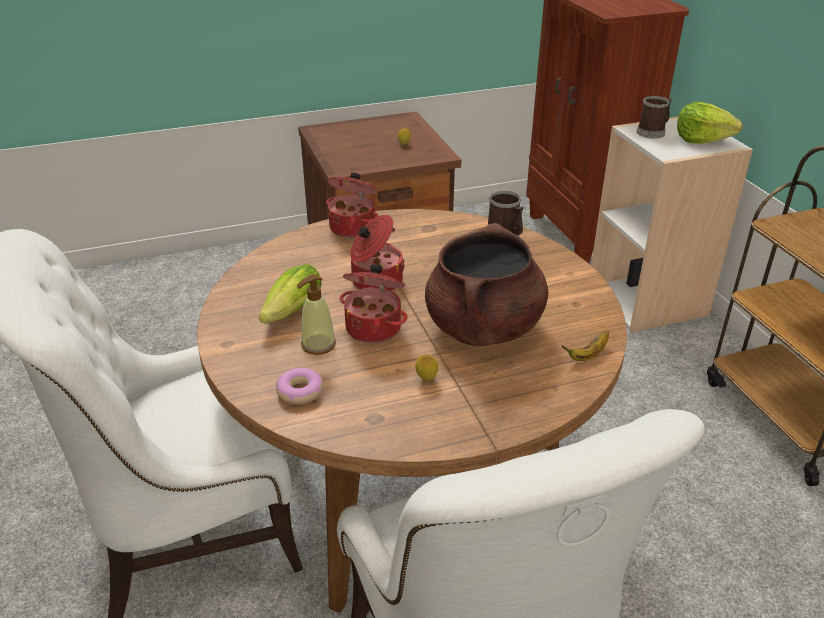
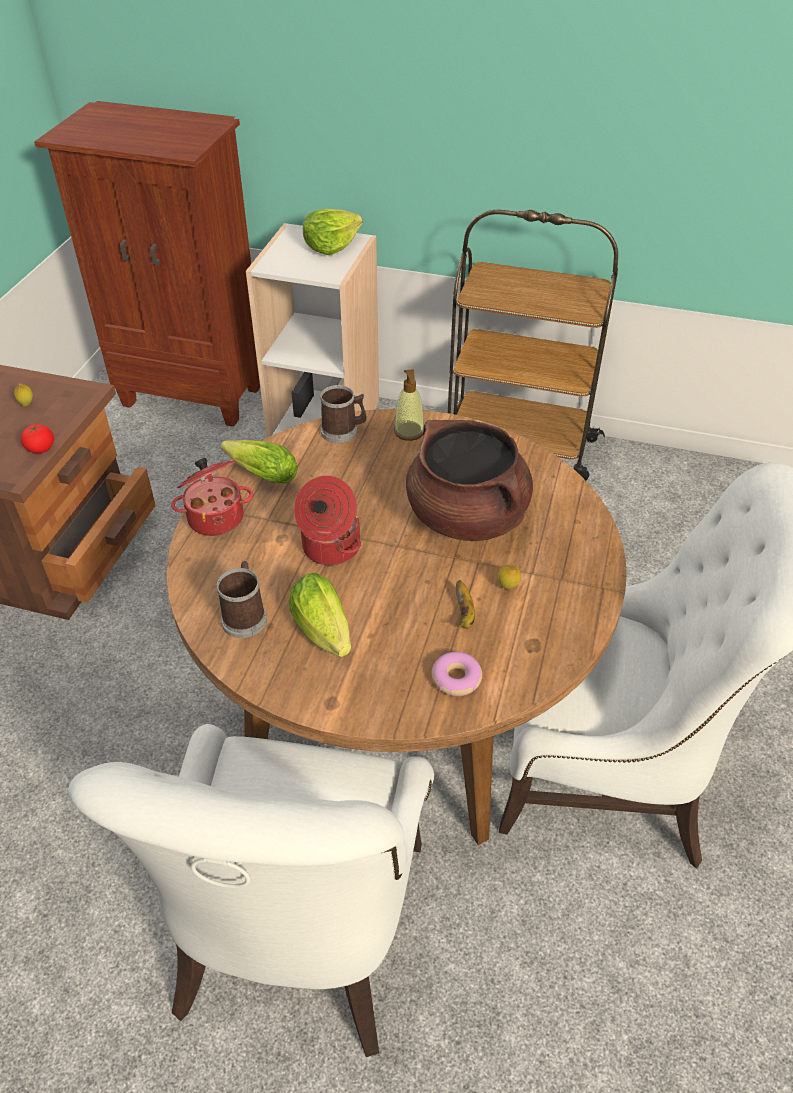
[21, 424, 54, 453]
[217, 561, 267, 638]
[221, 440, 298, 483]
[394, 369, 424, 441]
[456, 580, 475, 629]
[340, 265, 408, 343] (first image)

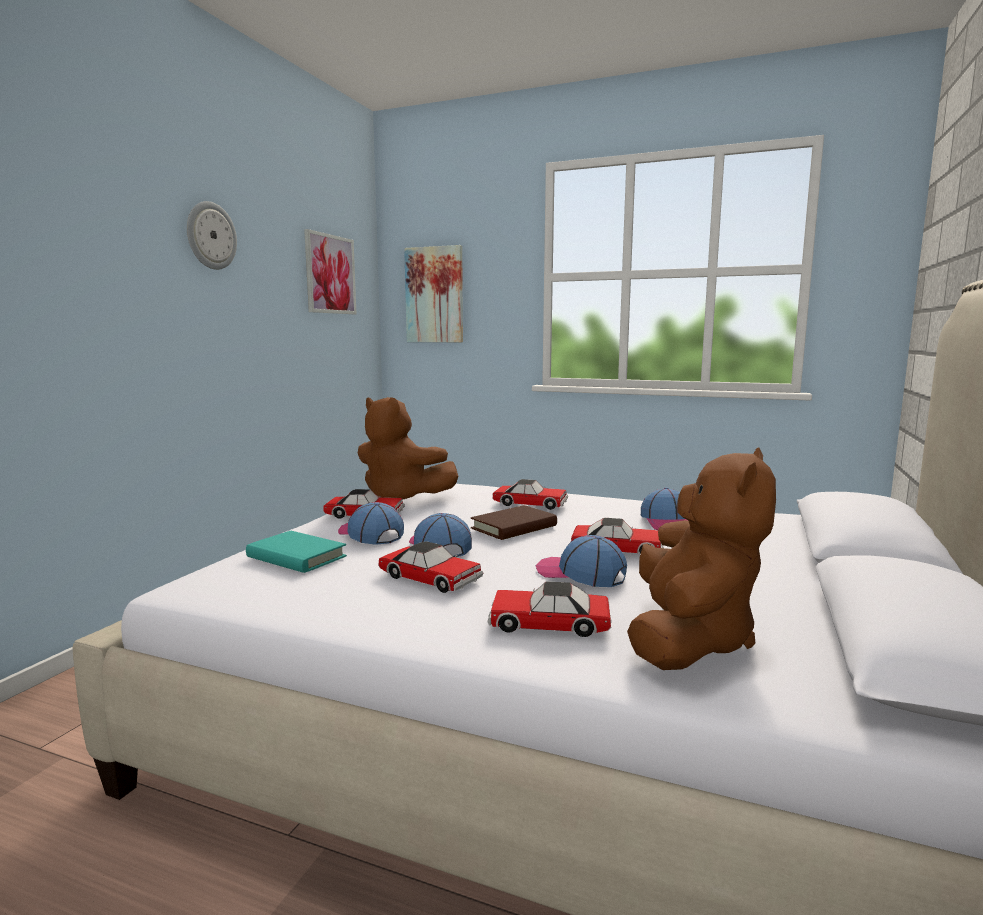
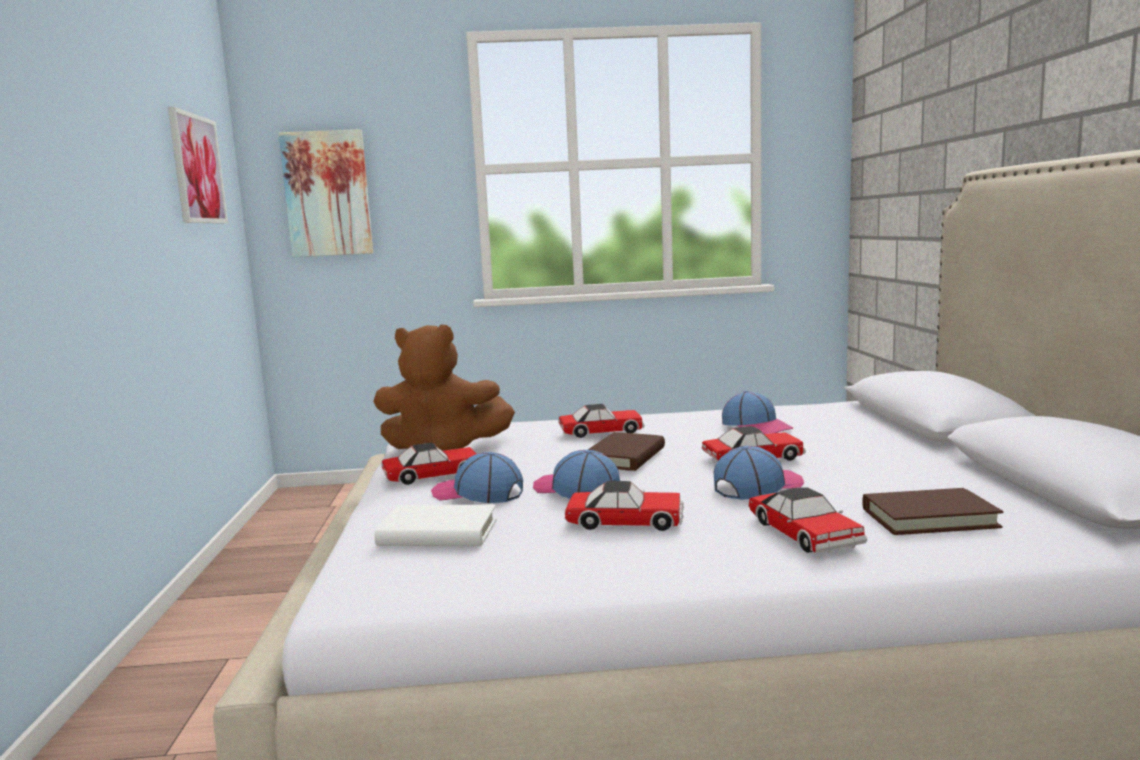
[374, 505, 497, 546]
[713, 446, 804, 500]
[749, 487, 867, 553]
[862, 488, 1003, 535]
[187, 201, 237, 270] (first image)

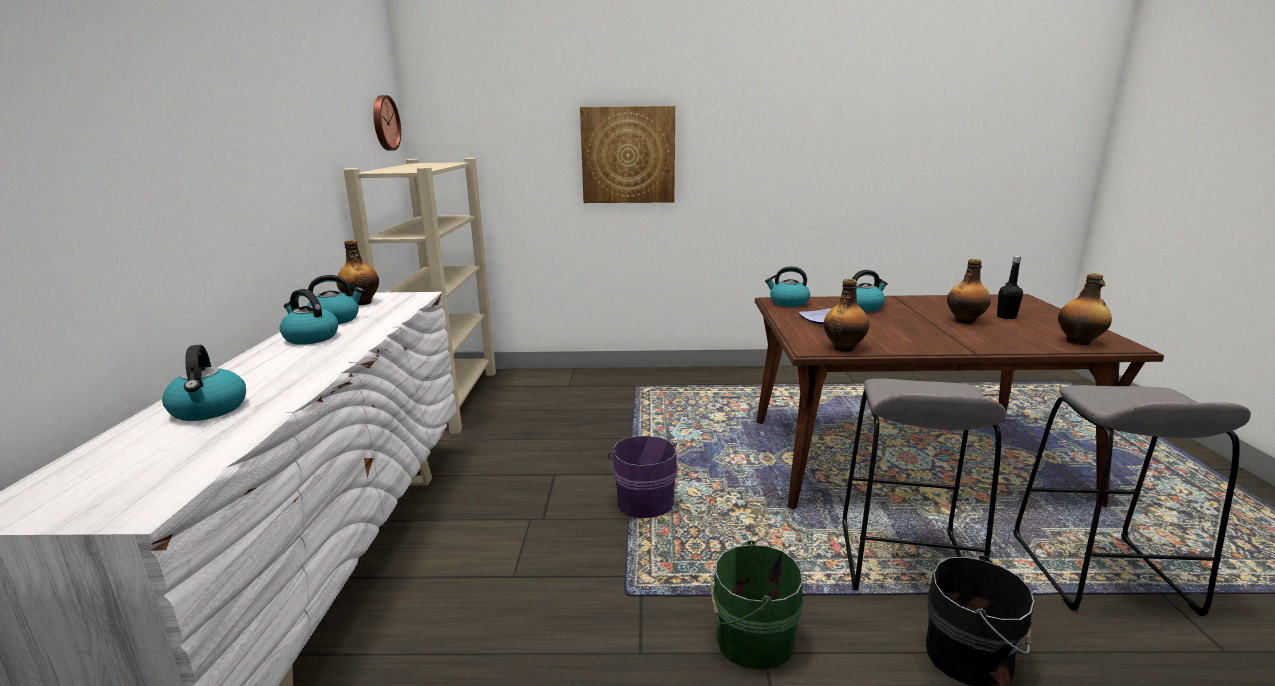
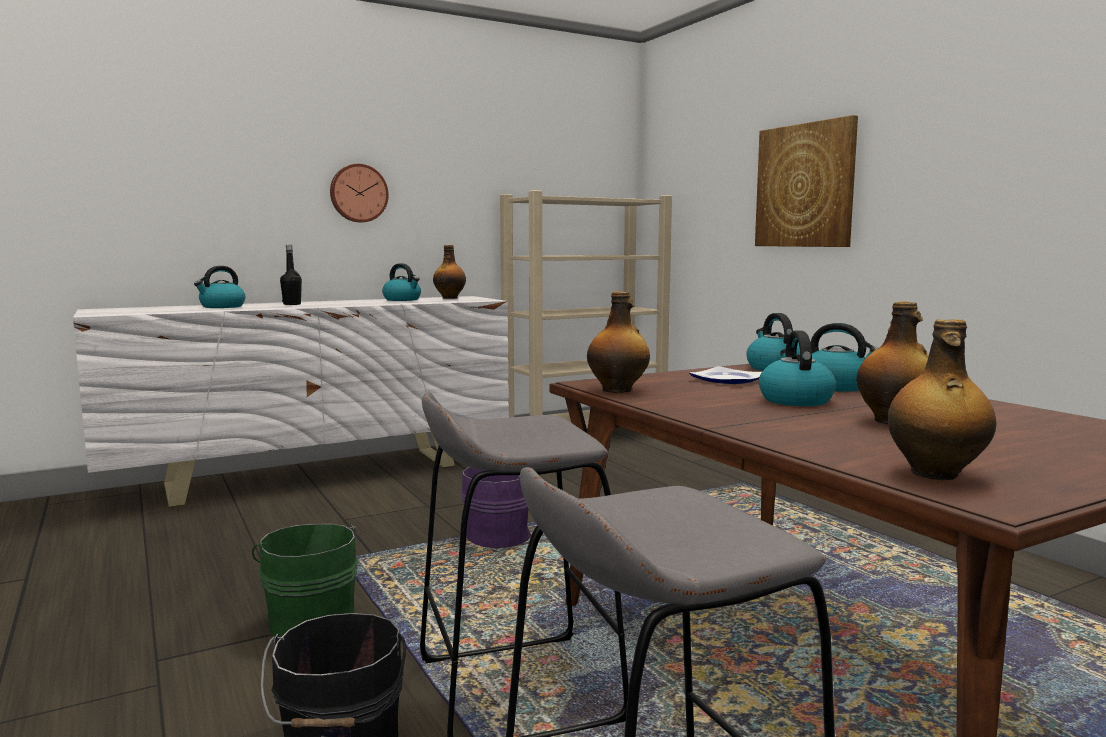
[280, 245, 302, 305]
[330, 164, 389, 222]
[759, 331, 836, 406]

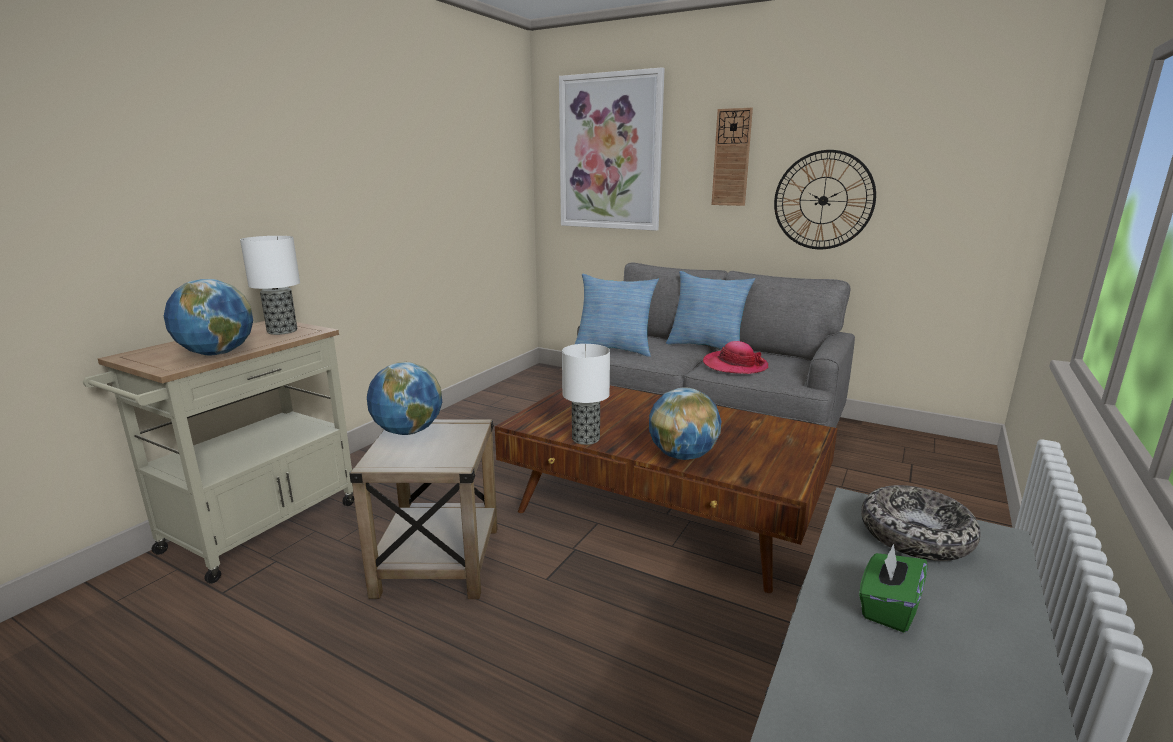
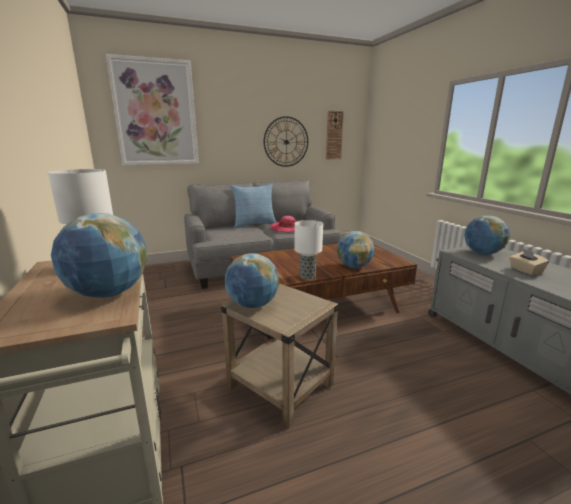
[326, 111, 344, 159]
[464, 215, 510, 255]
[509, 249, 549, 275]
[574, 274, 659, 357] (first image)

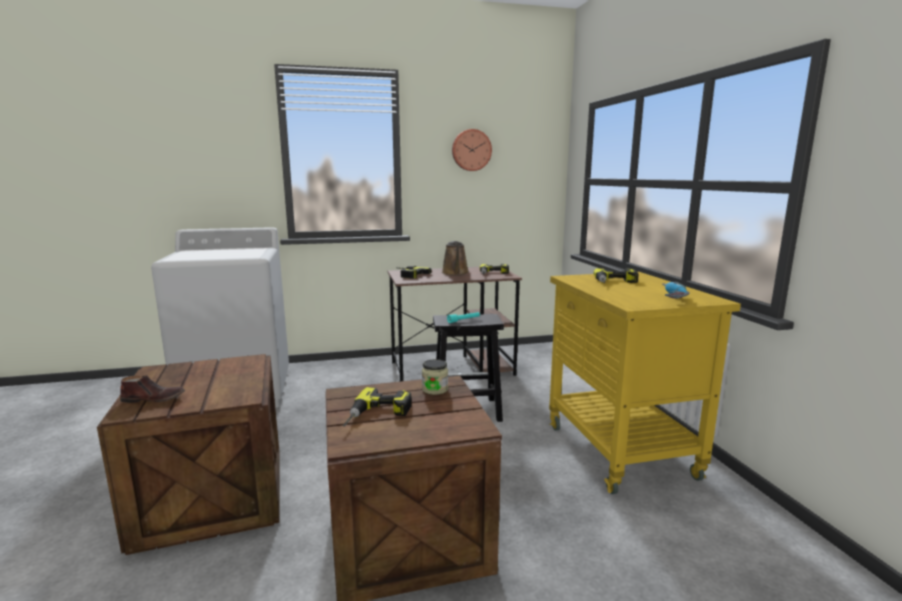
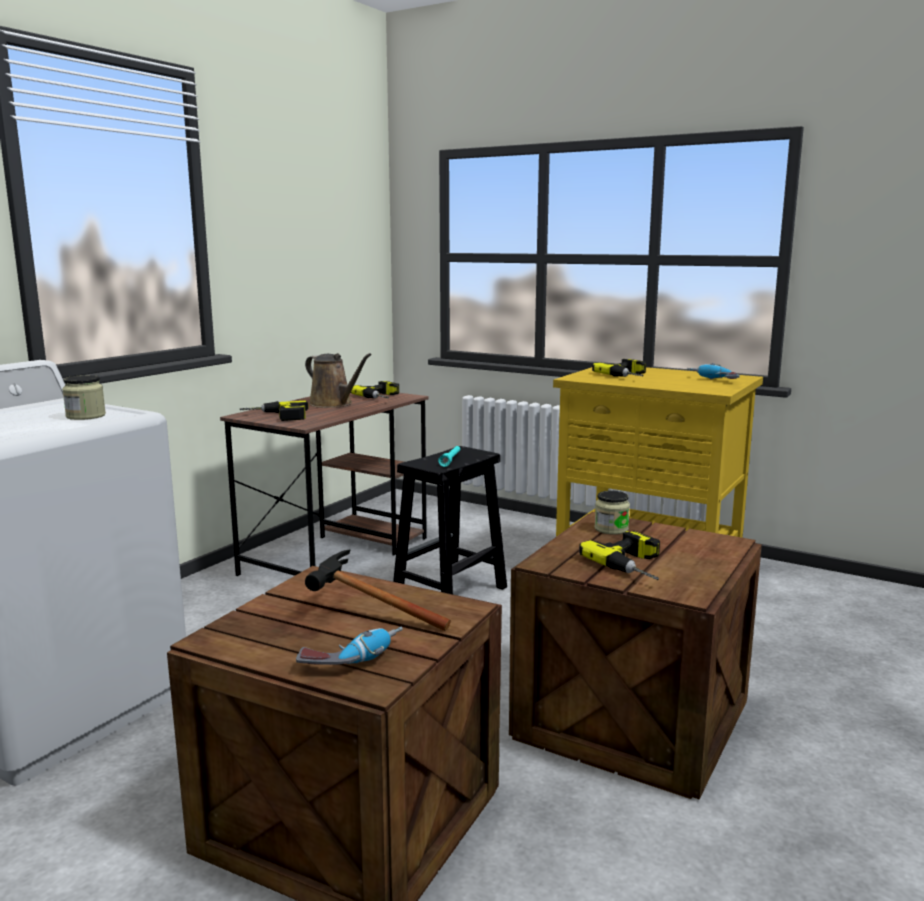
[62, 375, 106, 420]
[296, 627, 403, 665]
[305, 549, 451, 631]
[452, 129, 492, 171] (first image)

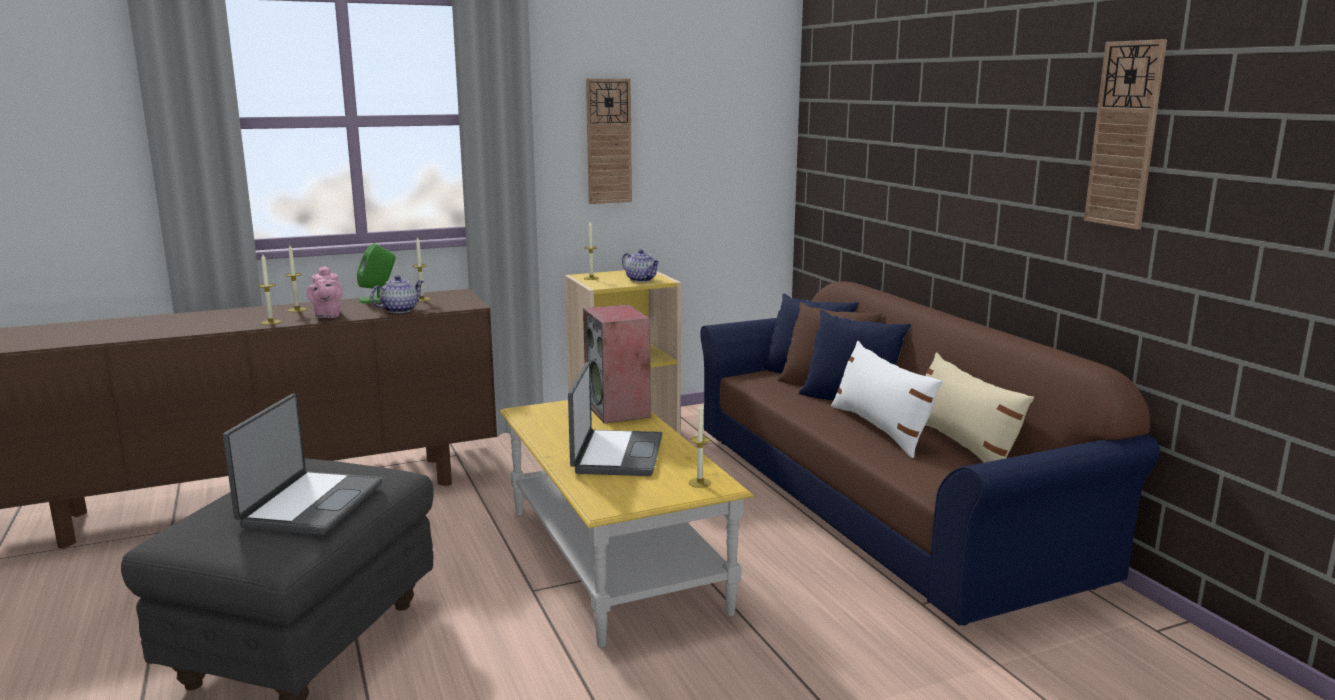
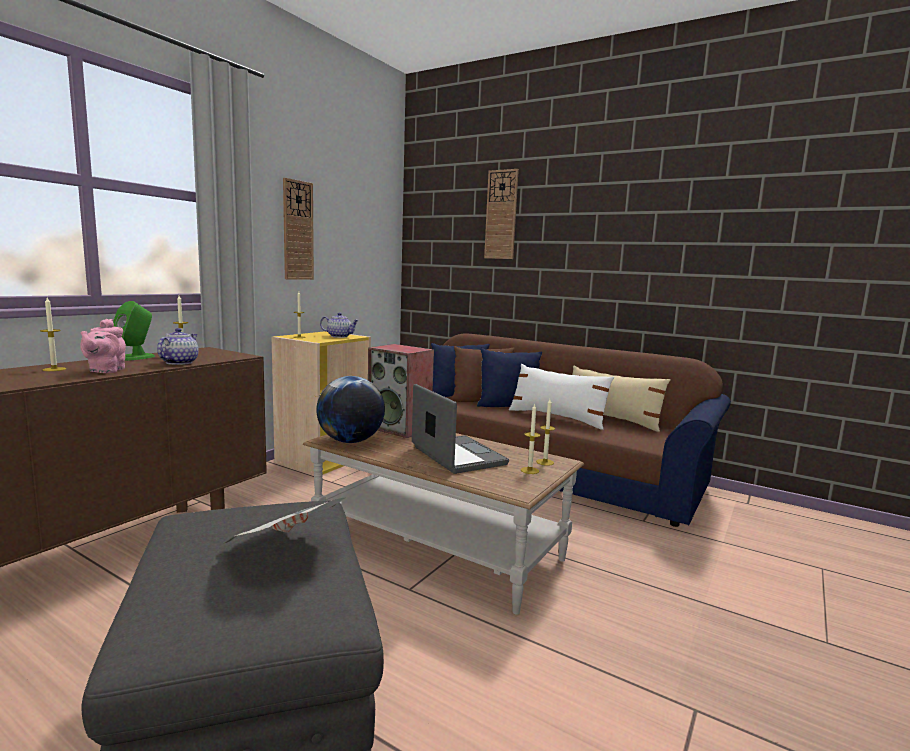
[80, 319, 126, 373]
[222, 498, 345, 544]
[303, 431, 584, 615]
[316, 376, 385, 443]
[484, 169, 519, 259]
[521, 404, 541, 474]

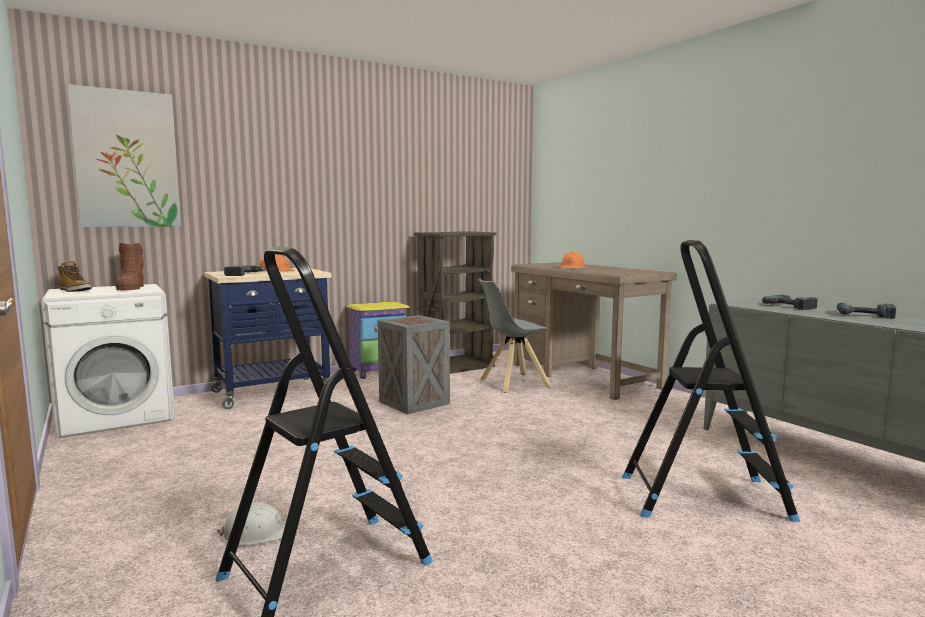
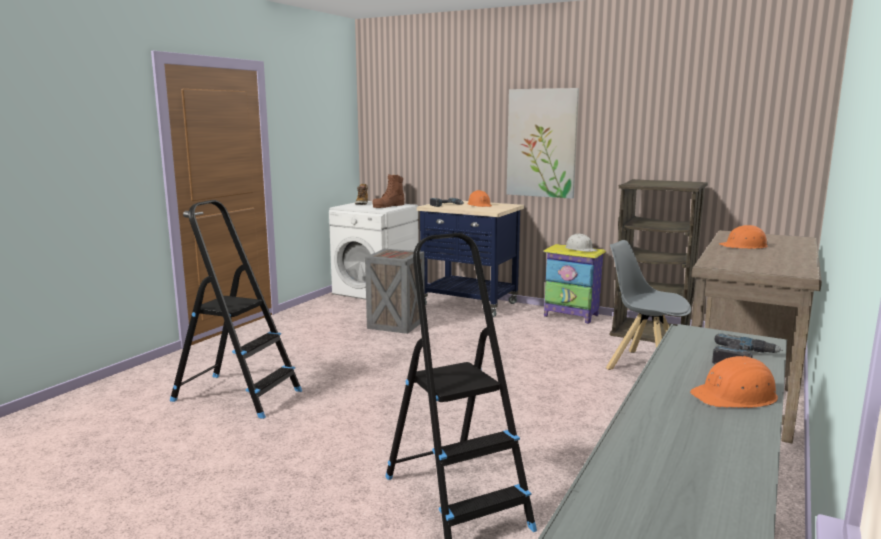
[365, 249, 425, 334]
[507, 88, 579, 199]
[565, 234, 598, 252]
[690, 356, 778, 408]

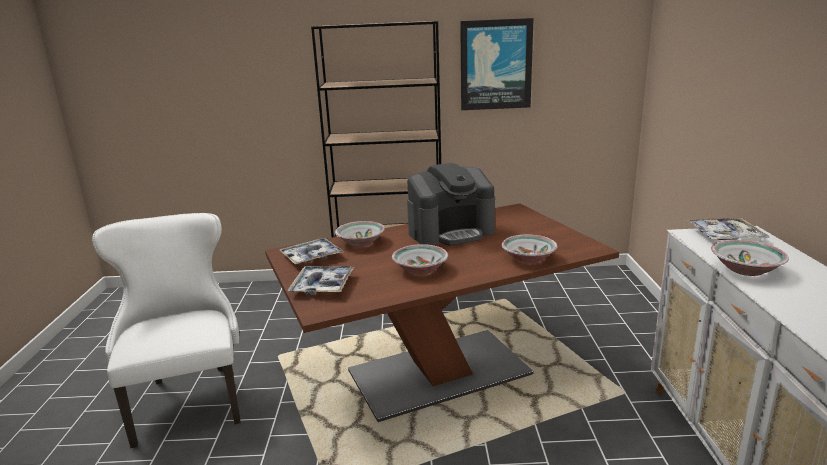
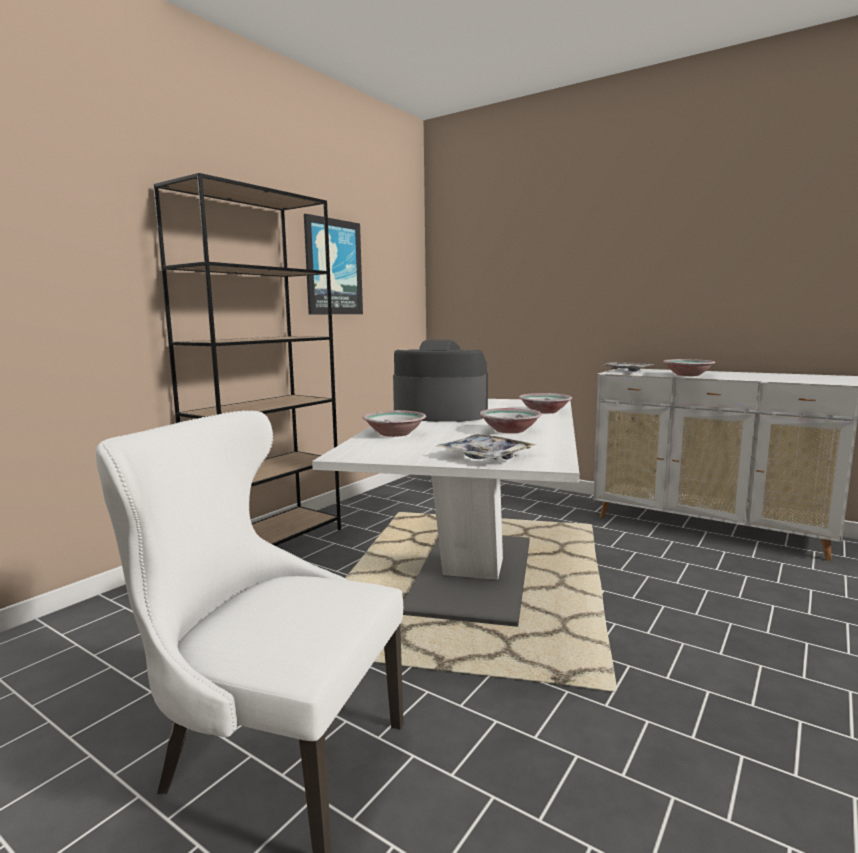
[312, 399, 579, 627]
[393, 340, 488, 422]
[280, 238, 343, 265] (first image)

